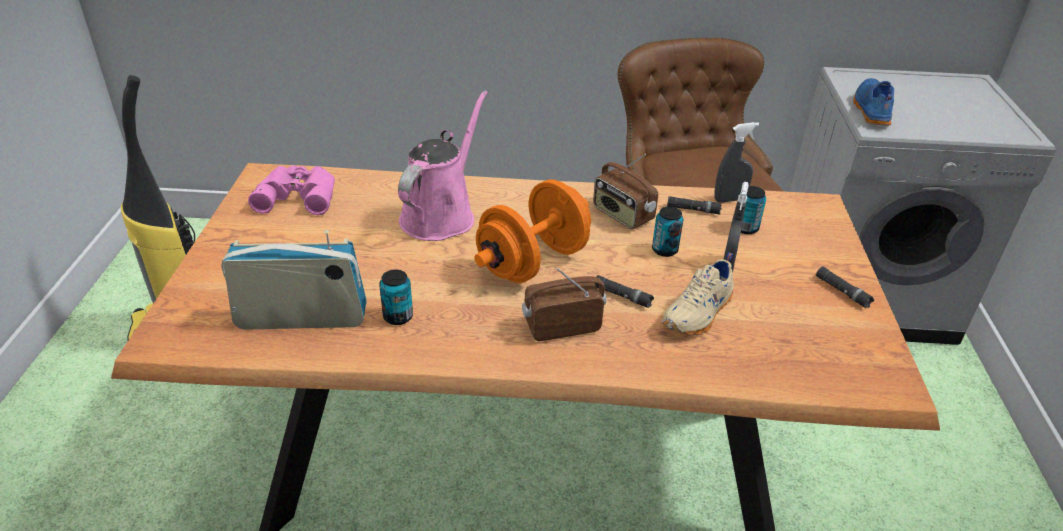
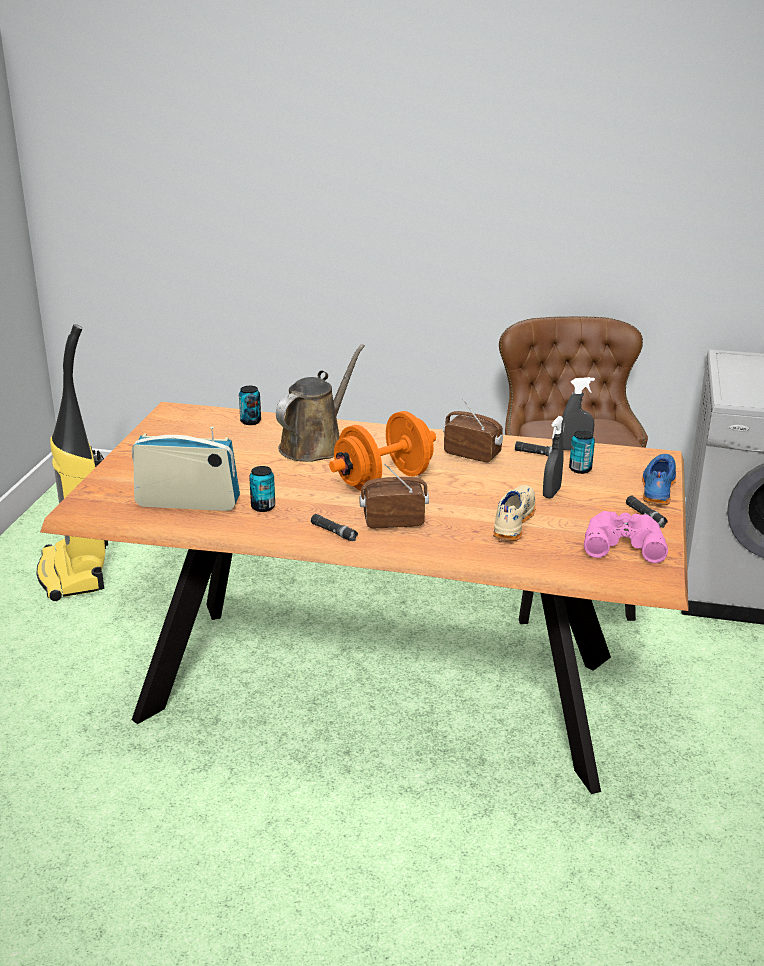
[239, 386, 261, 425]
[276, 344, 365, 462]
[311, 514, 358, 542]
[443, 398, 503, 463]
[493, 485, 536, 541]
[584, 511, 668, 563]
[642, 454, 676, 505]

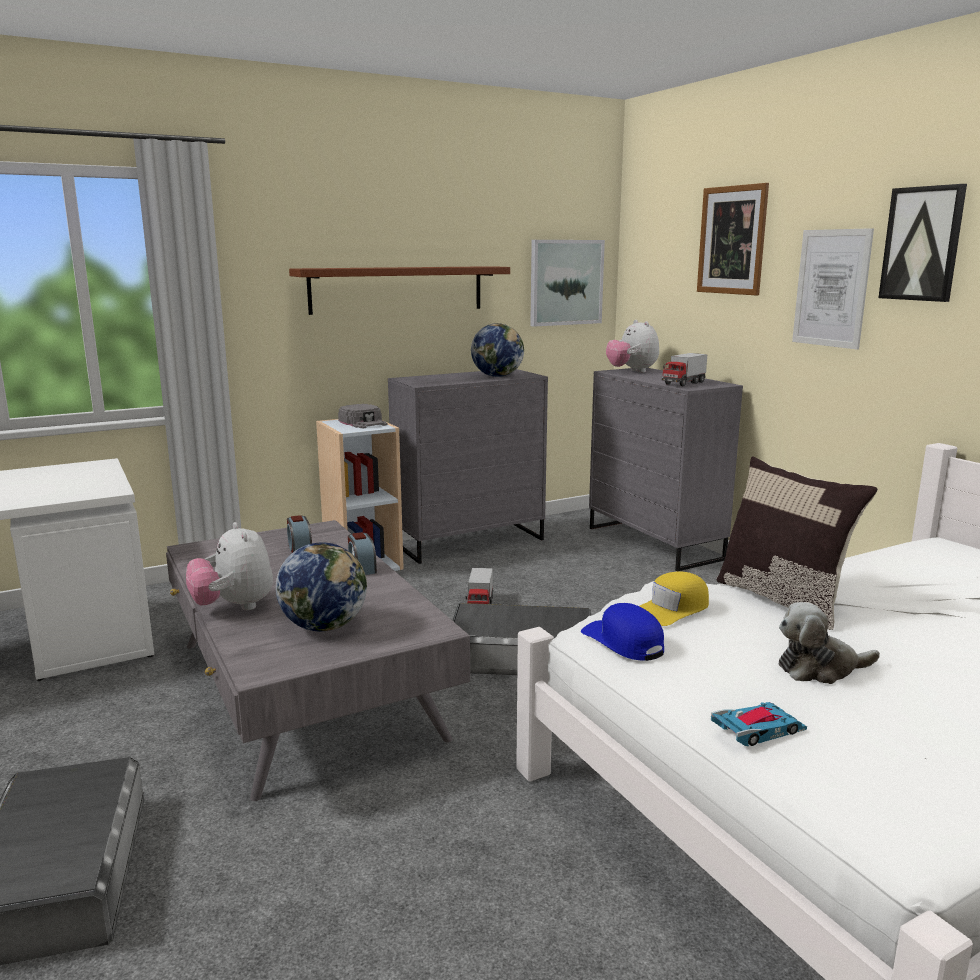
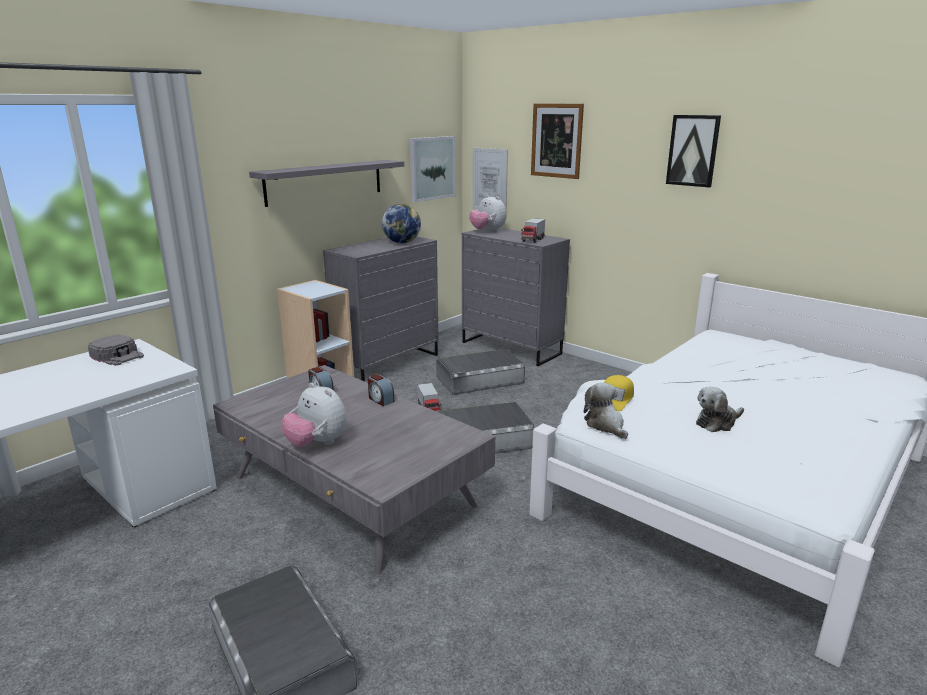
[88, 334, 144, 366]
[249, 160, 404, 207]
[436, 349, 525, 395]
[472, 148, 508, 212]
[584, 383, 628, 439]
[276, 542, 367, 632] (first image)
[711, 702, 807, 746] (first image)
[716, 457, 878, 630] (first image)

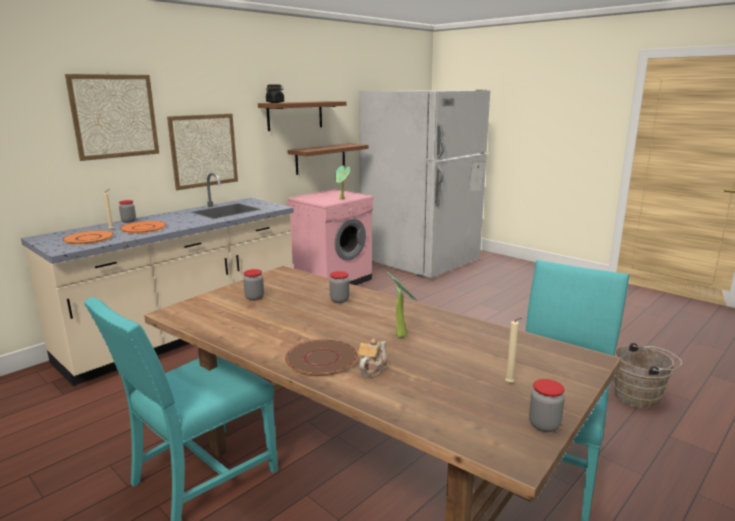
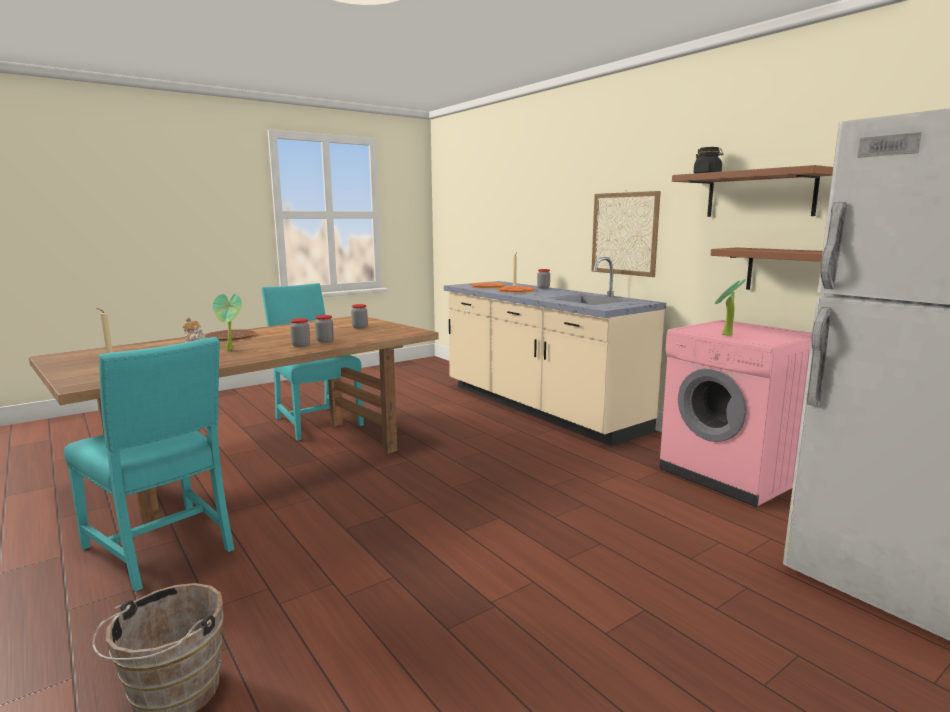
[290, 318, 310, 347]
[65, 73, 159, 161] (first image)

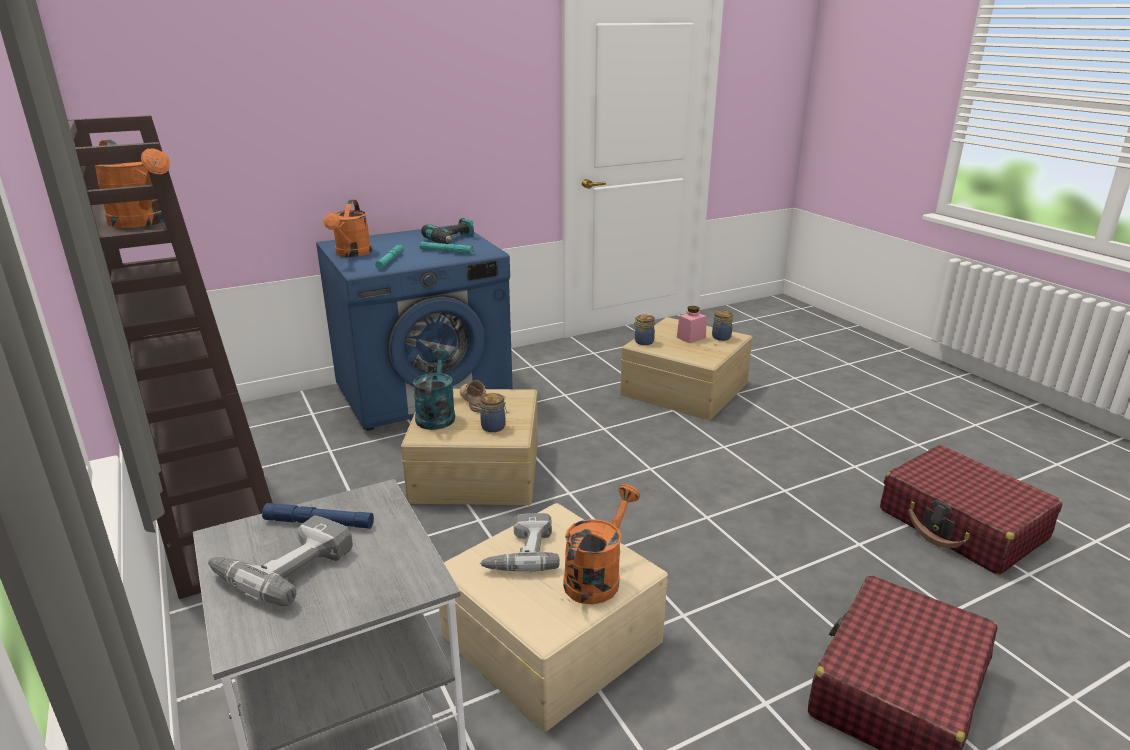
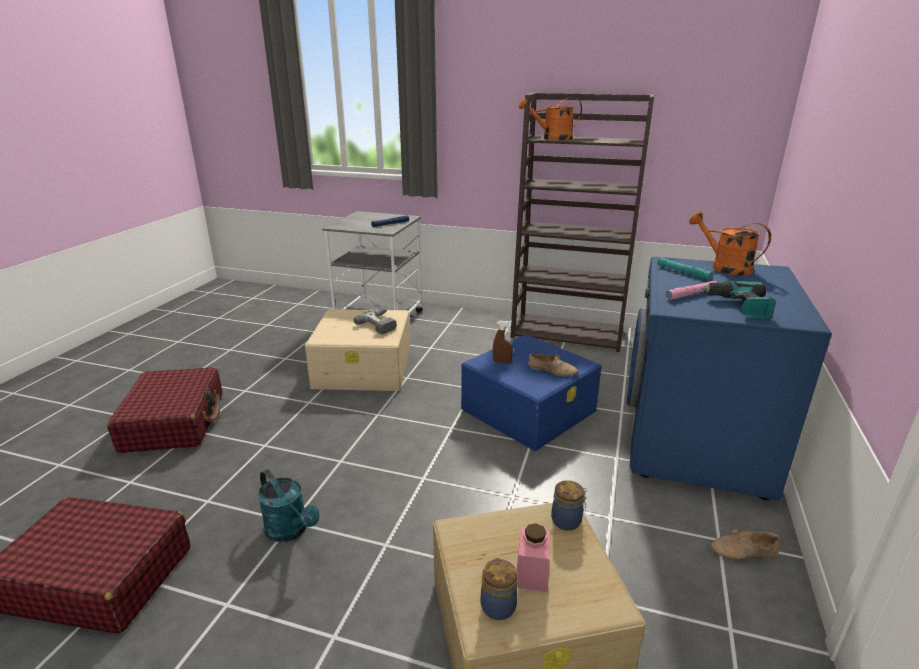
[258, 469, 320, 542]
[461, 334, 602, 451]
[493, 321, 513, 363]
[665, 281, 718, 300]
[711, 529, 780, 560]
[208, 515, 353, 606] (first image)
[563, 484, 640, 604] (first image)

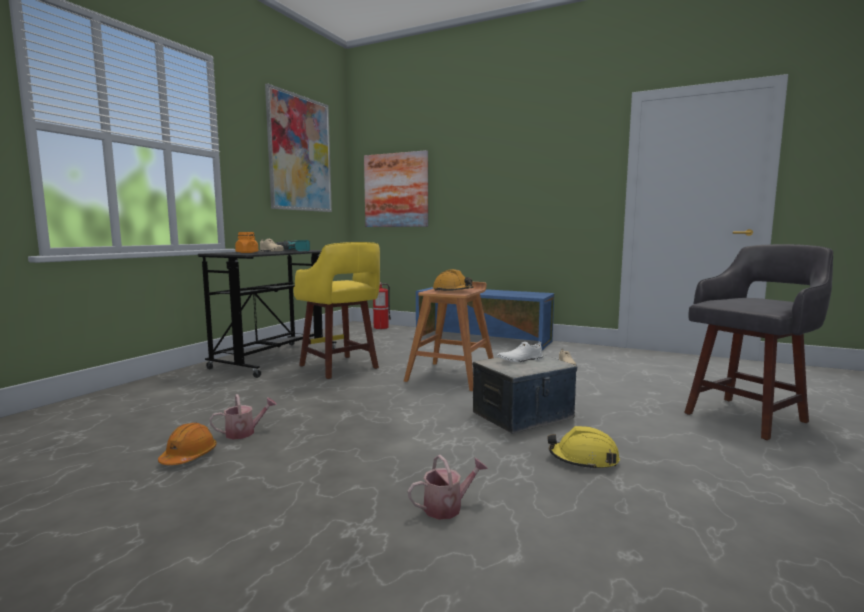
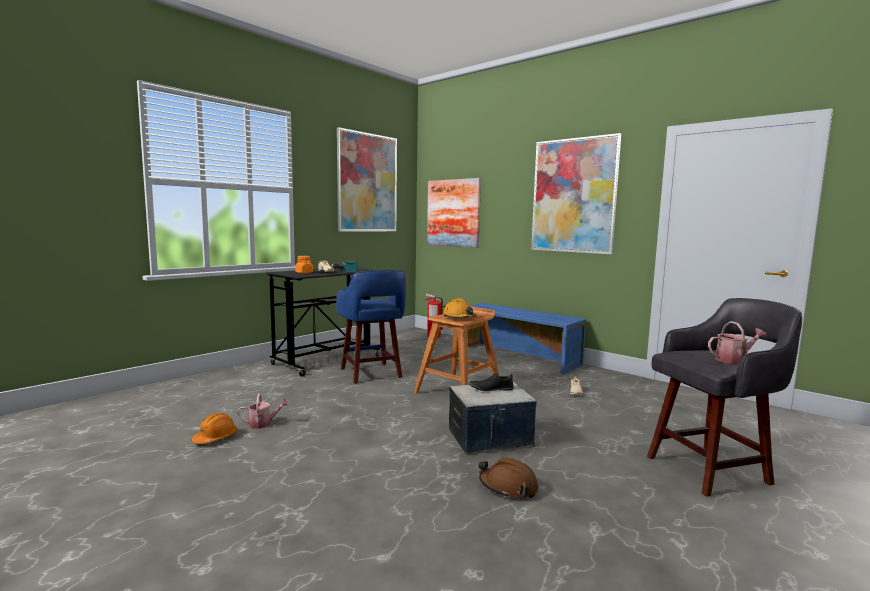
[336, 270, 406, 384]
[469, 373, 514, 391]
[479, 457, 538, 498]
[531, 133, 621, 254]
[708, 321, 767, 364]

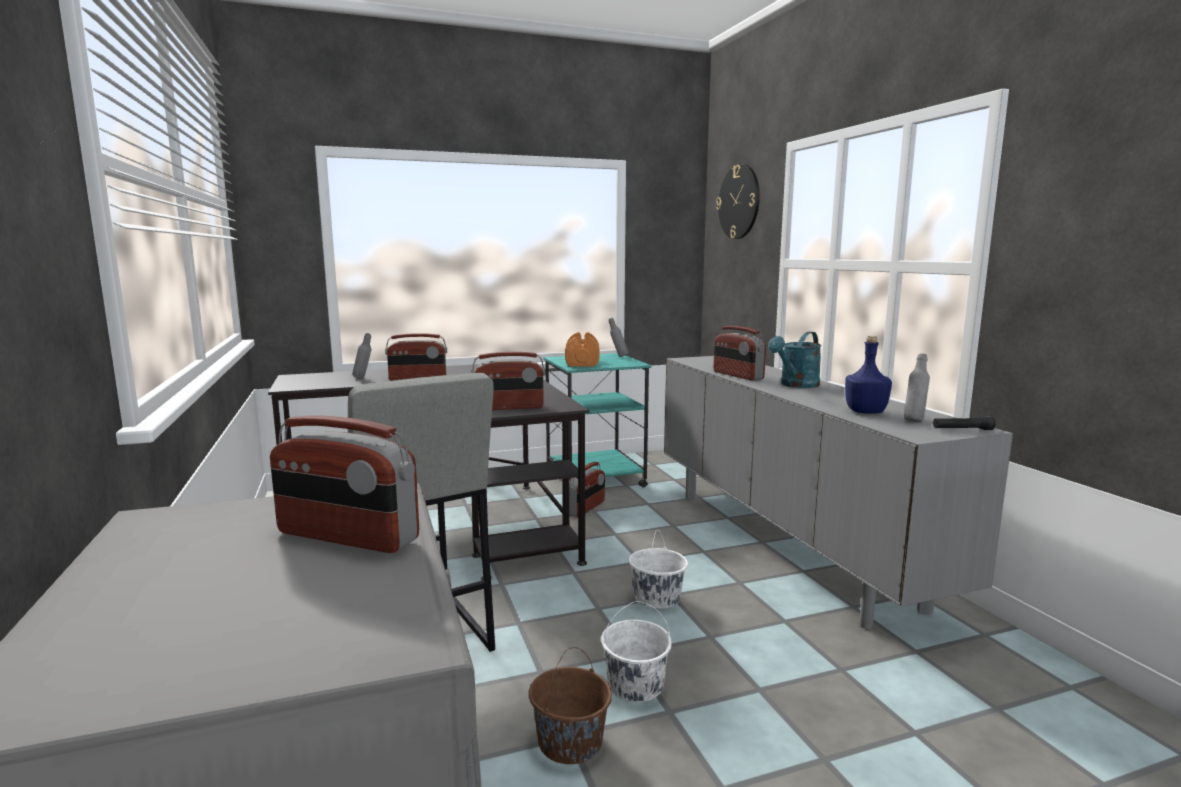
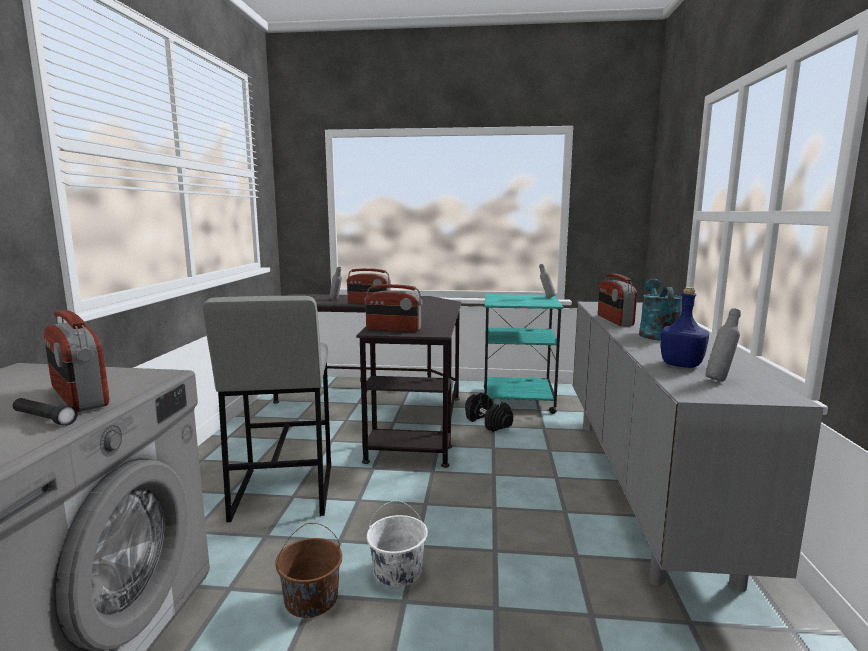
[13, 398, 78, 426]
[465, 393, 513, 432]
[639, 278, 682, 341]
[565, 332, 600, 367] (first image)
[629, 530, 688, 609] (first image)
[716, 164, 760, 239] (first image)

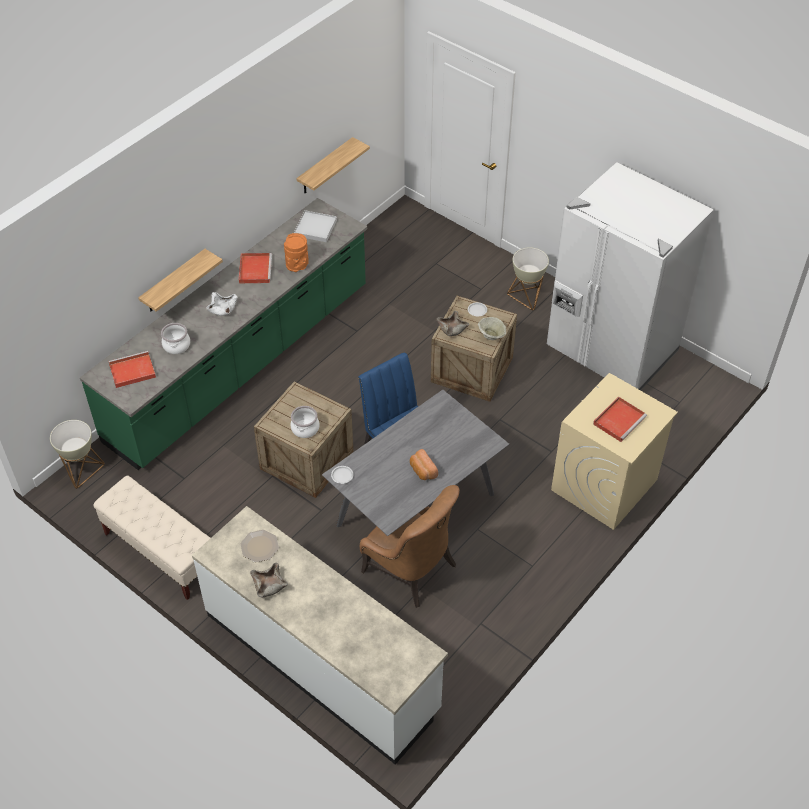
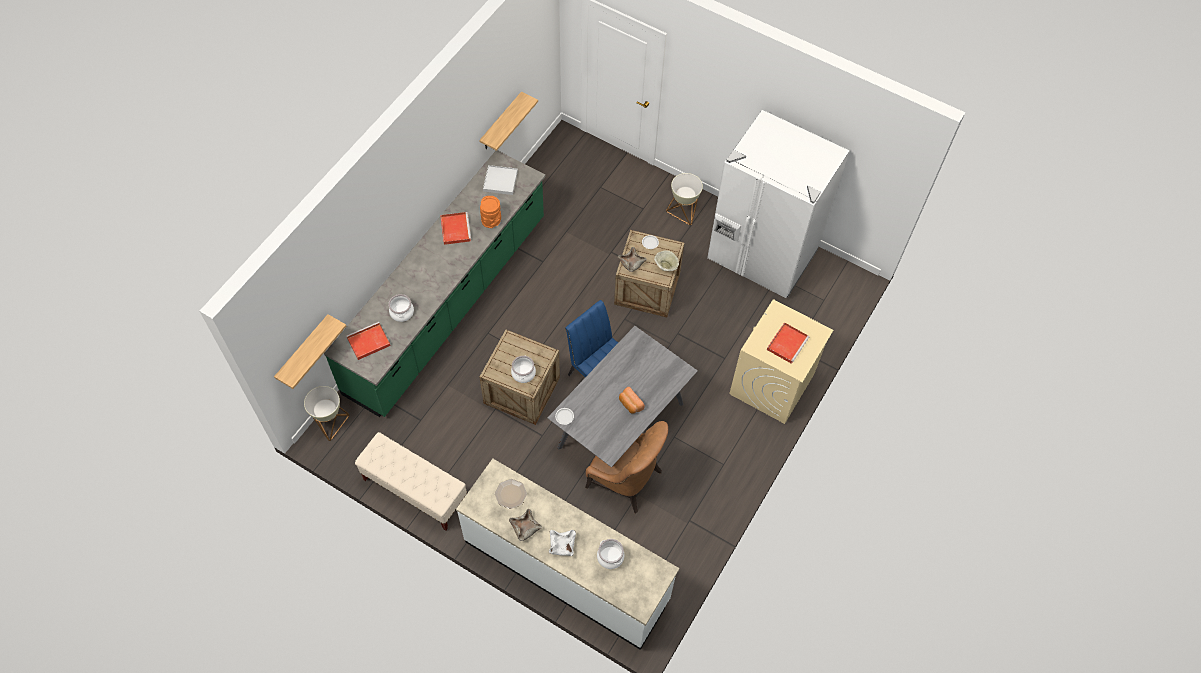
[274, 314, 346, 389]
[549, 530, 576, 556]
[597, 539, 624, 569]

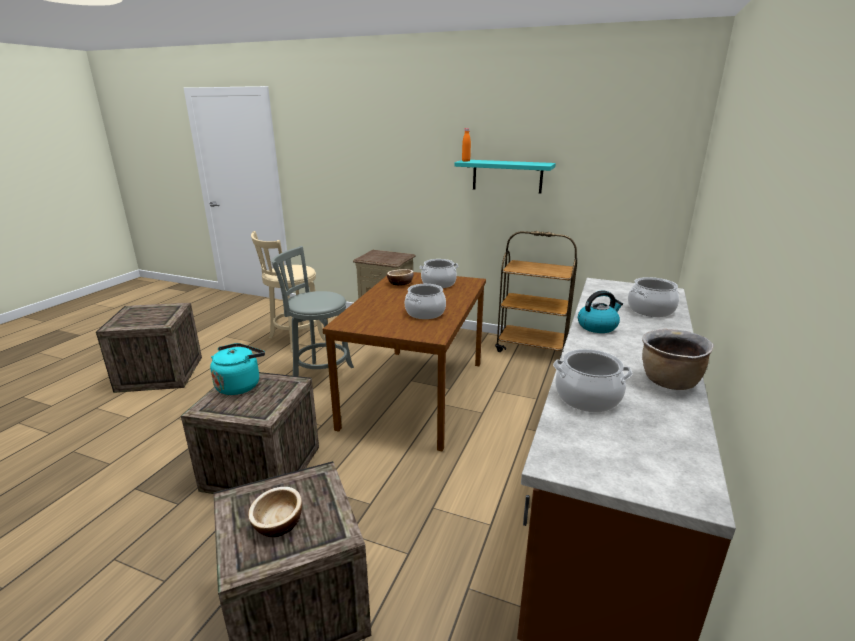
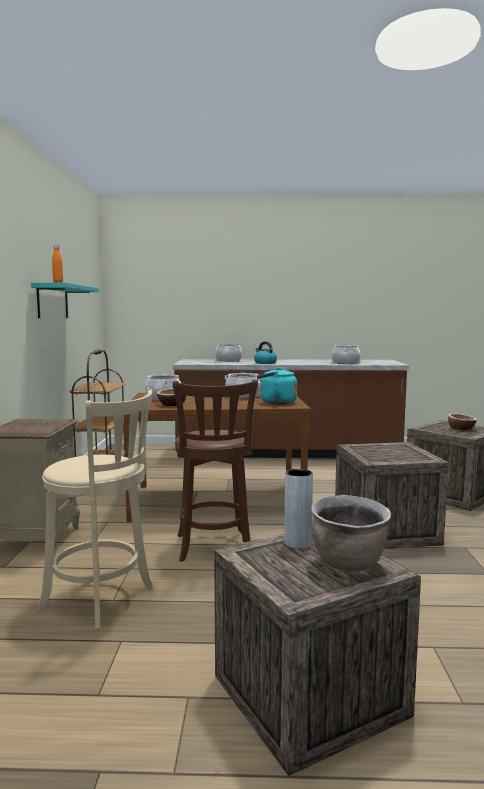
[173, 380, 258, 562]
[257, 367, 297, 404]
[284, 469, 313, 549]
[311, 495, 391, 572]

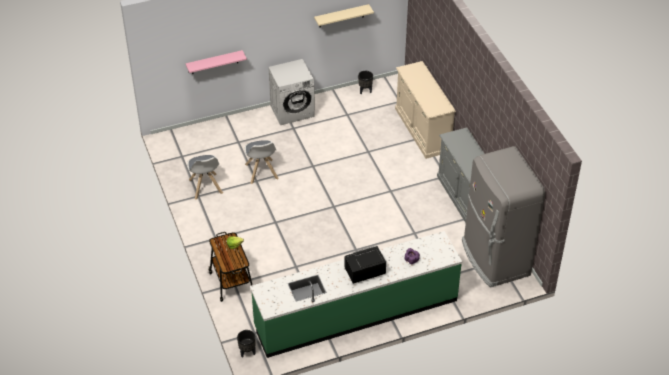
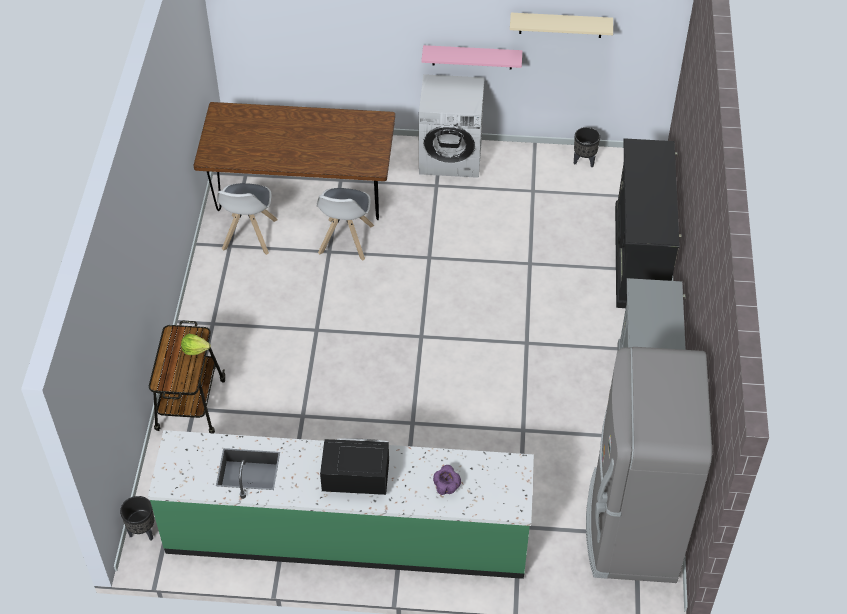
[194, 102, 395, 220]
[421, 45, 522, 70]
[615, 138, 682, 308]

